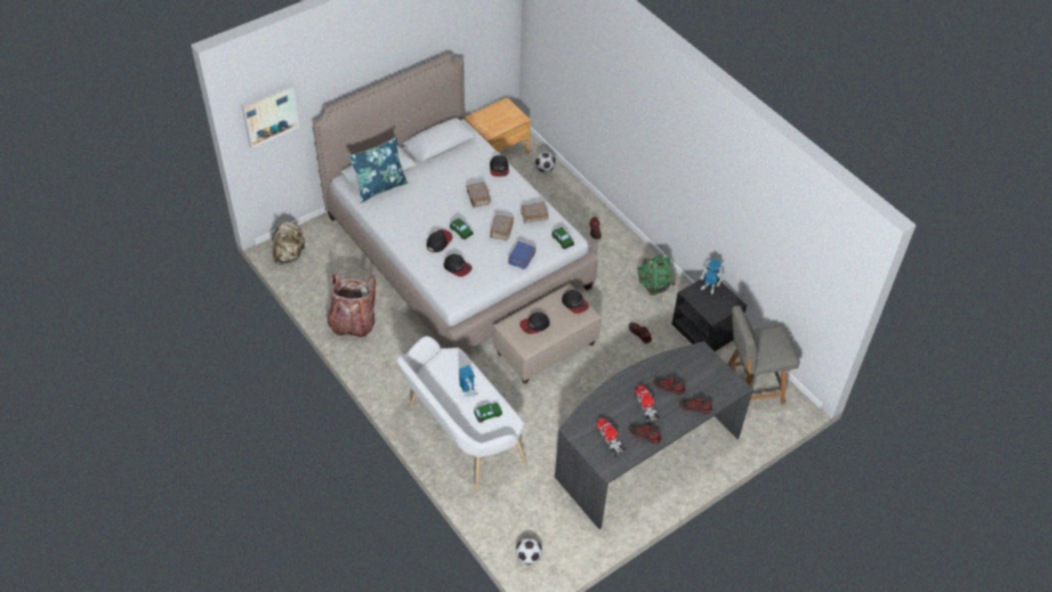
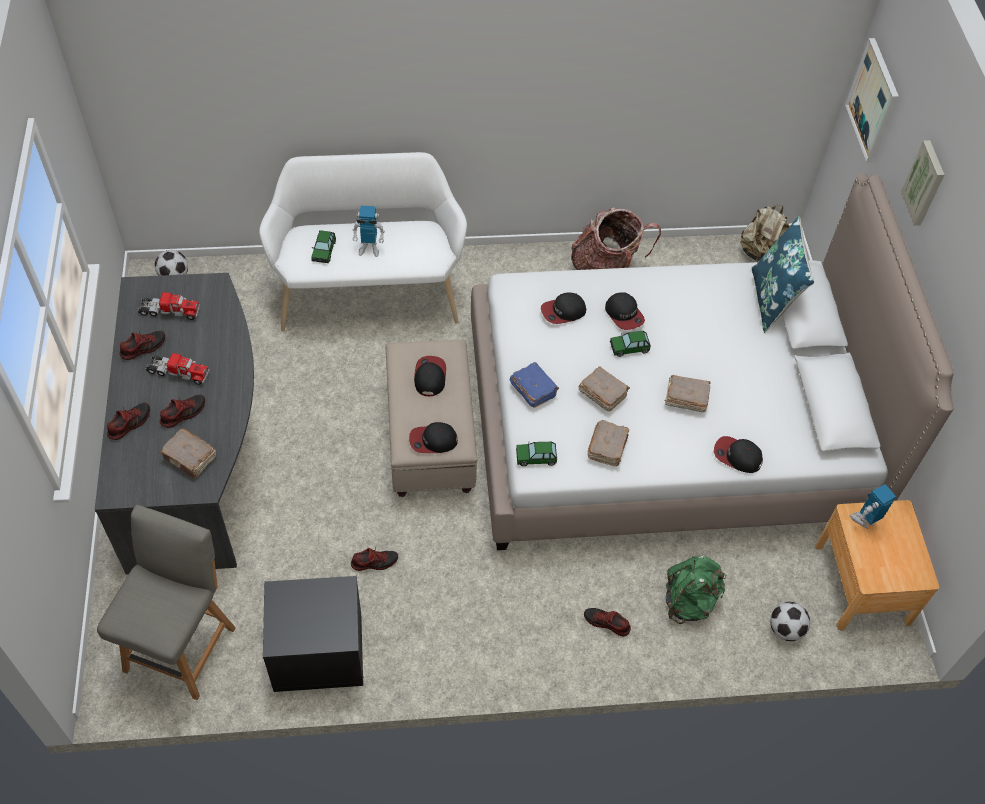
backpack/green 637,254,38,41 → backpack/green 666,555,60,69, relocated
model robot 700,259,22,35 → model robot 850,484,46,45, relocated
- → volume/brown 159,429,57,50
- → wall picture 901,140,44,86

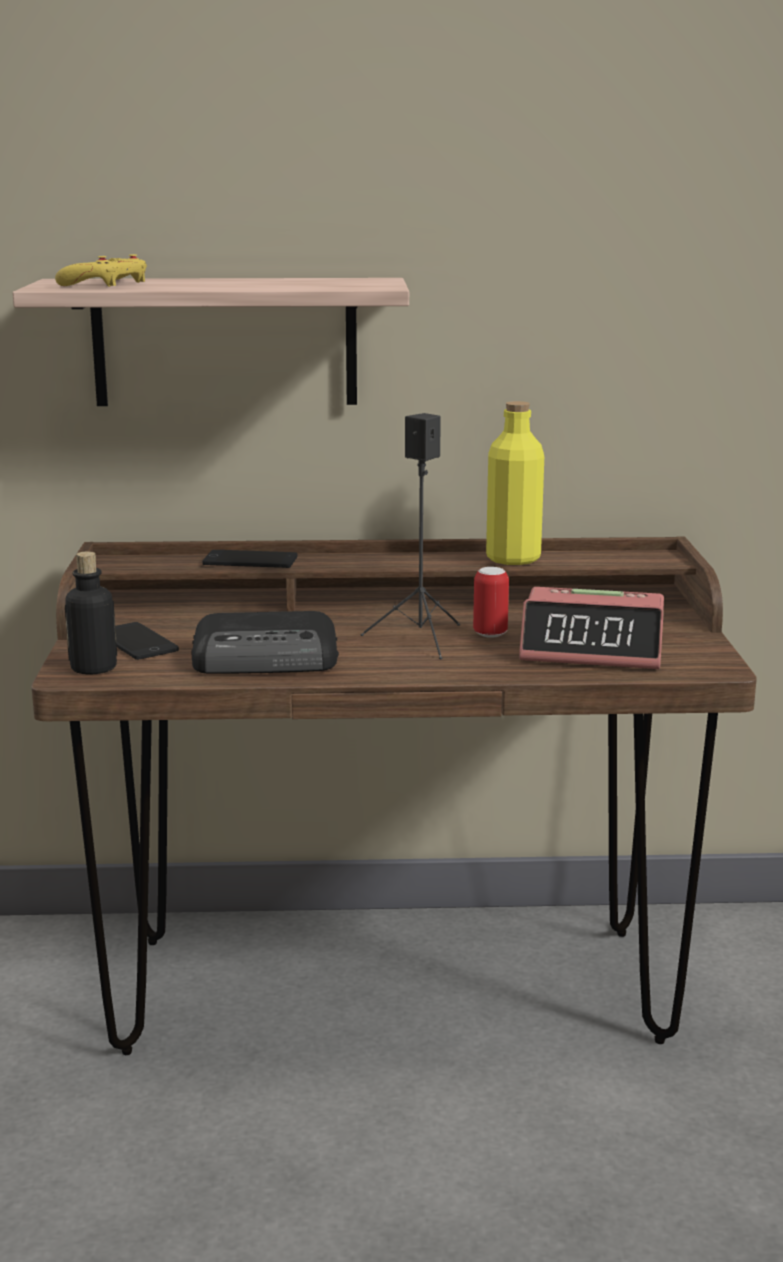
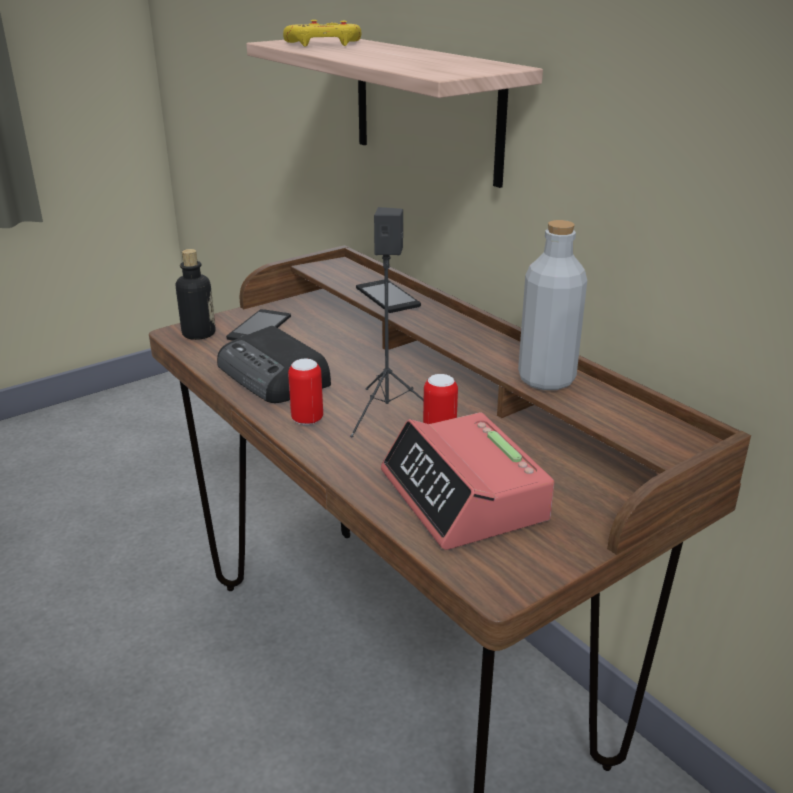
drink bottle/yellow-coloured 486,401,58,164 → drink bottle/greyish 518,220,69,170
- → can 288,359,35,66

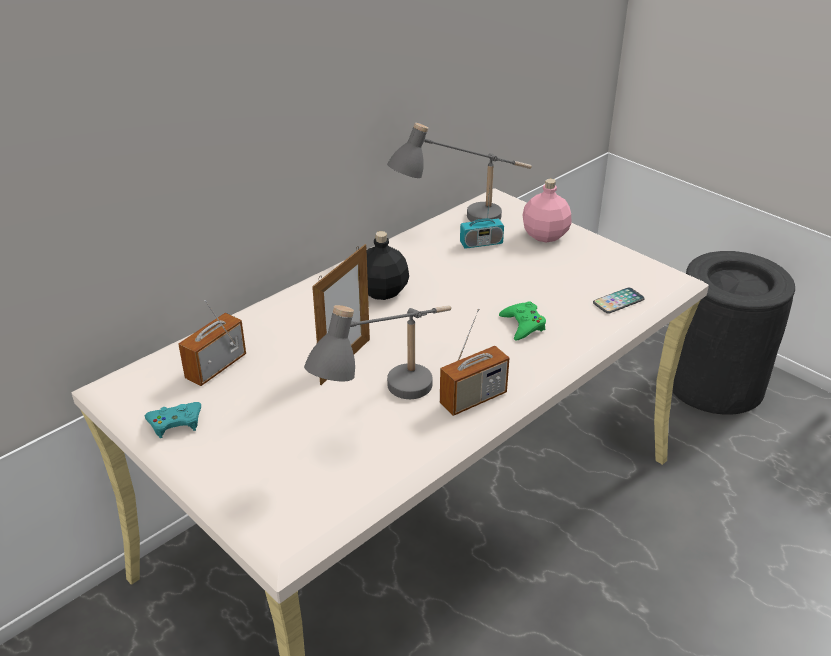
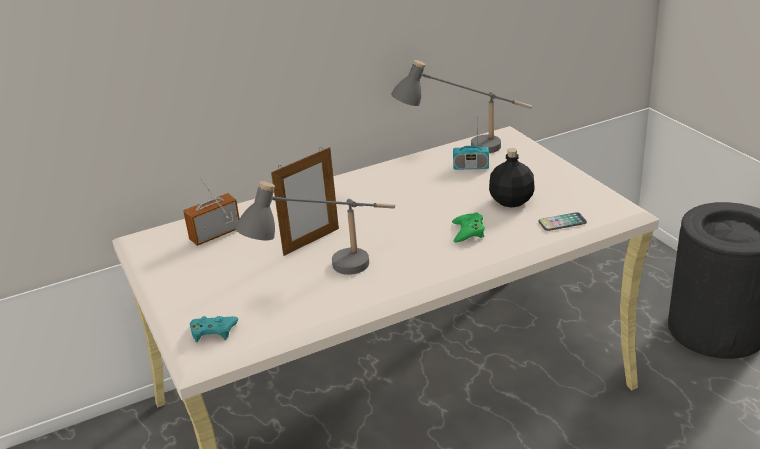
game controller/turquoise 145,402,56,36 → game controller/turquoise 190,316,48,26, relocated
drink bottle/black 367,231,42,69 → drink bottle/black 489,148,46,60, relocated
radio receiver 440,308,69,108 → -
drink bottle/pink 523,179,48,63 → -

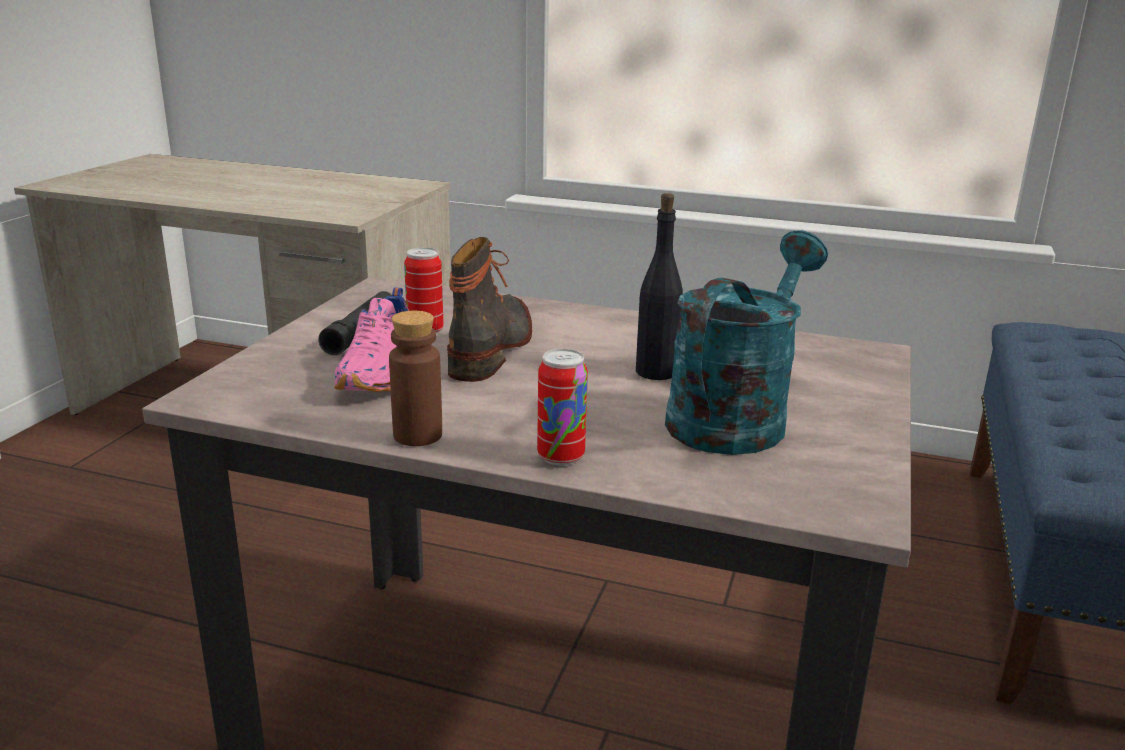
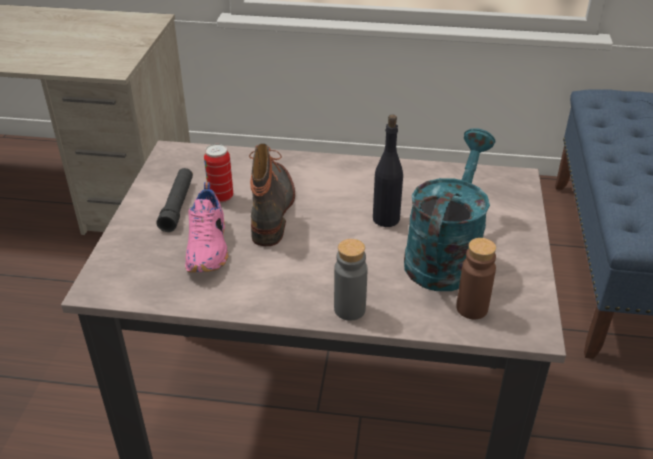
drink bottle/brown 389,311,53,135 → drink bottle/brown 456,238,40,81, relocated
can 537,349,51,117 → drink bottle/greyish 334,239,34,82

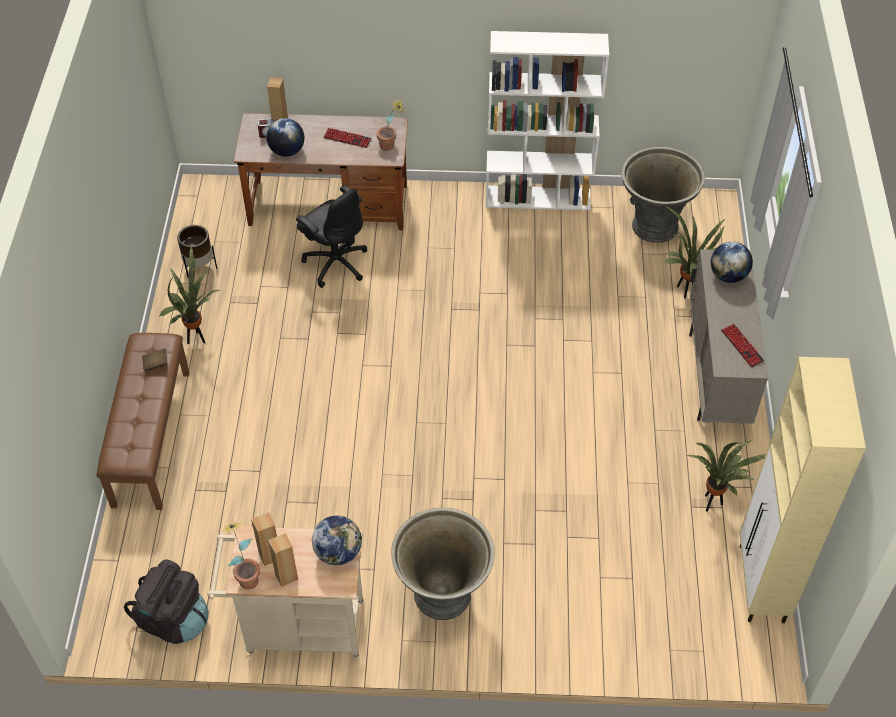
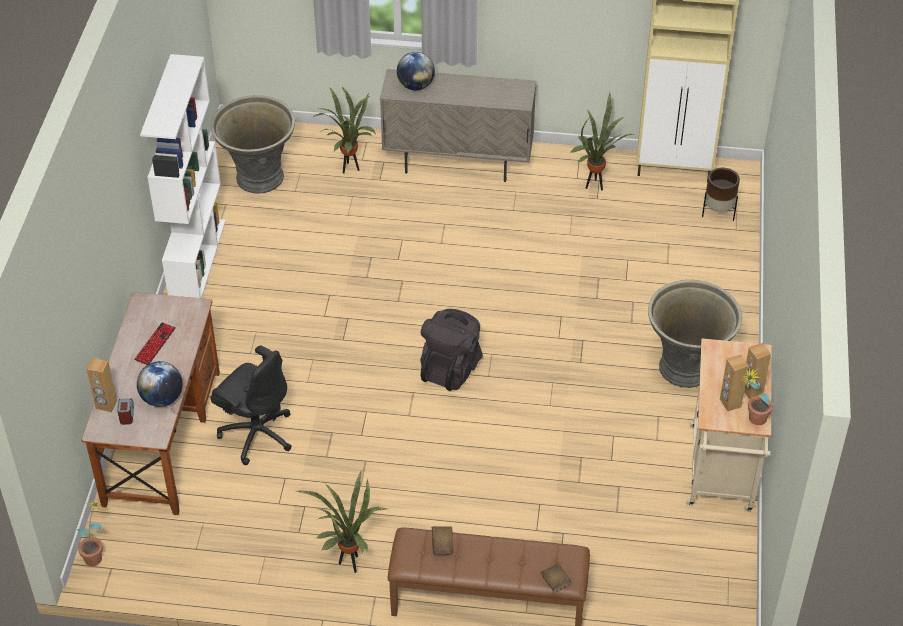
backpack/black 124,560,85,84 → backpack/black 420,309,63,82, relocated
flower pot/brown 177,225,40,52 → flower pot/brown 702,168,38,53, relocated
desk chair/black 296,185,71,103 → desk chair/black 211,345,80,120, 75 degrees clockwise
desk globe 312,516,50,49 → -
potted plant 376,98,31,53 → potted plant 77,501,27,65, relocated
keyboard 721,324,43,44 → -
- → volume/brown 540,564,31,28

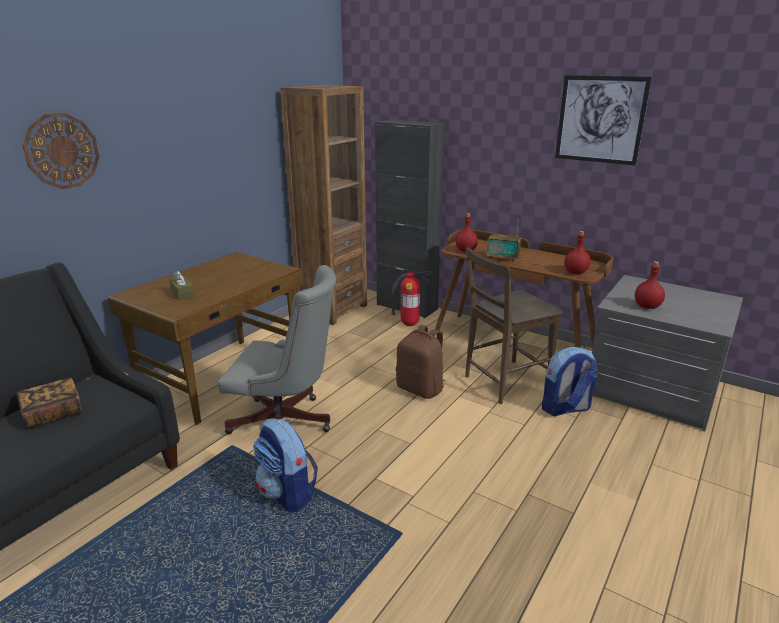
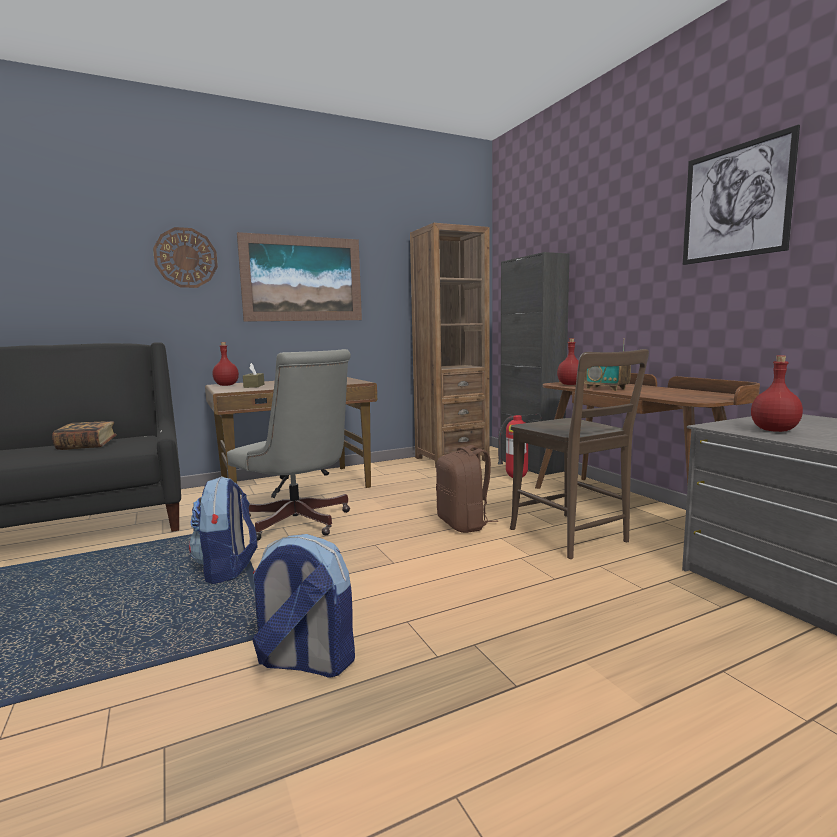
upright chair/brown 465,247,98,157 → upright chair/brown 510,349,139,210, 120 degrees counterclockwise
backpack 542,347,56,69 → backpack 252,534,103,144, relocated
drink bottle/reddish 564,231,26,43 → drink bottle/reddish 212,342,27,44, relocated
- → wall picture 237,232,125,90

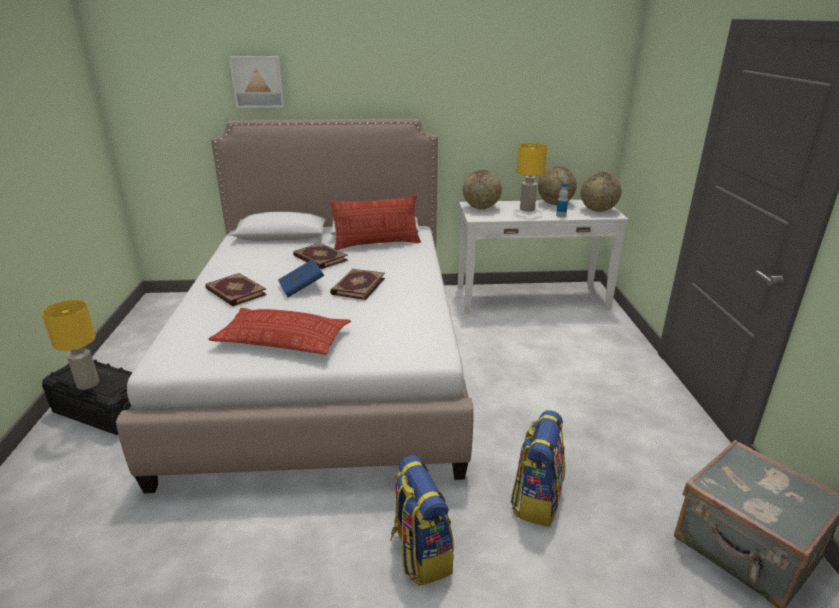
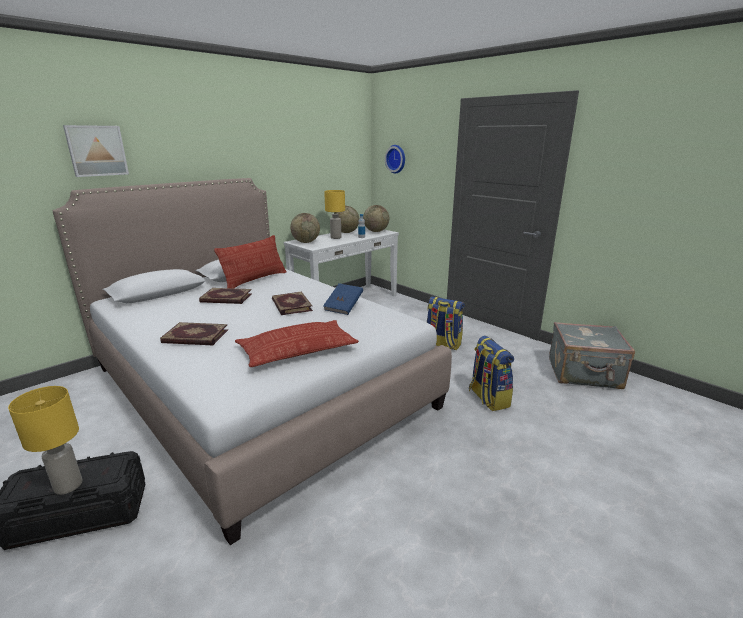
volume/bluish 278,259,46,38 → volume/bluish 323,283,40,32, relocated
backpack 390,455,64,131 → backpack 427,296,37,54, relocated
- → wall clock 385,145,20,28

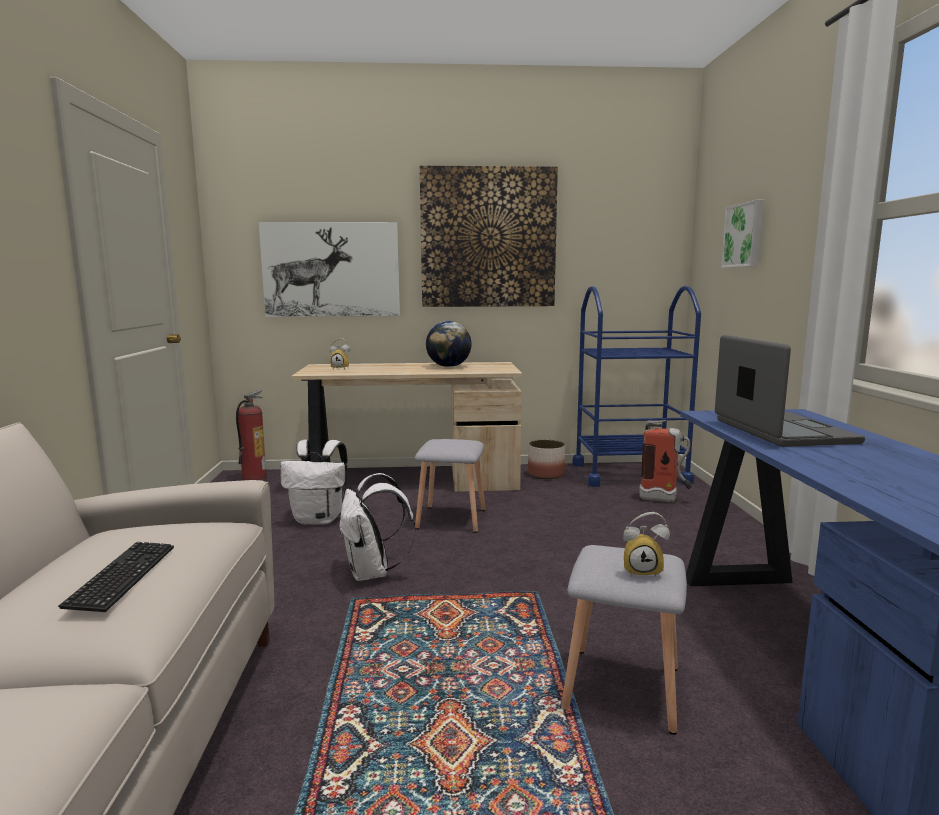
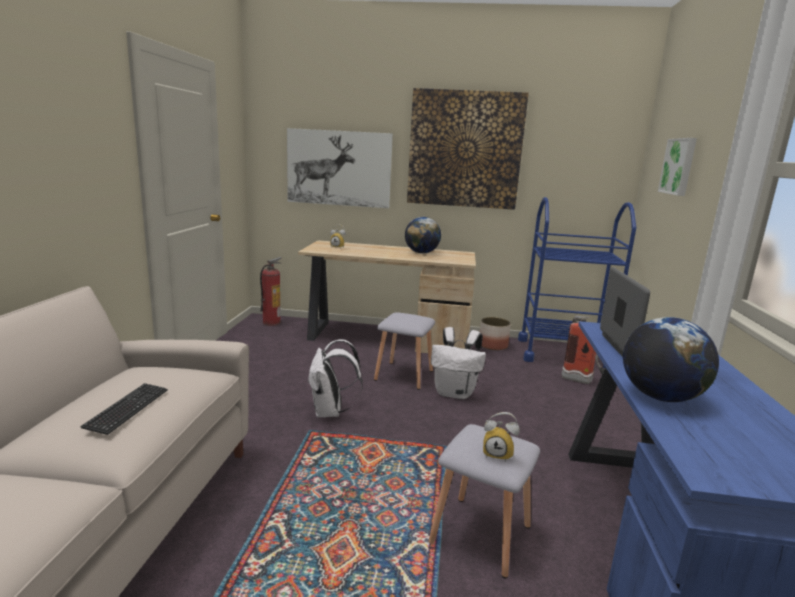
backpack/white-coloured 280,440,68,85 → backpack/white-coloured 431,327,55,72, relocated
- → desk globe 623,317,96,85

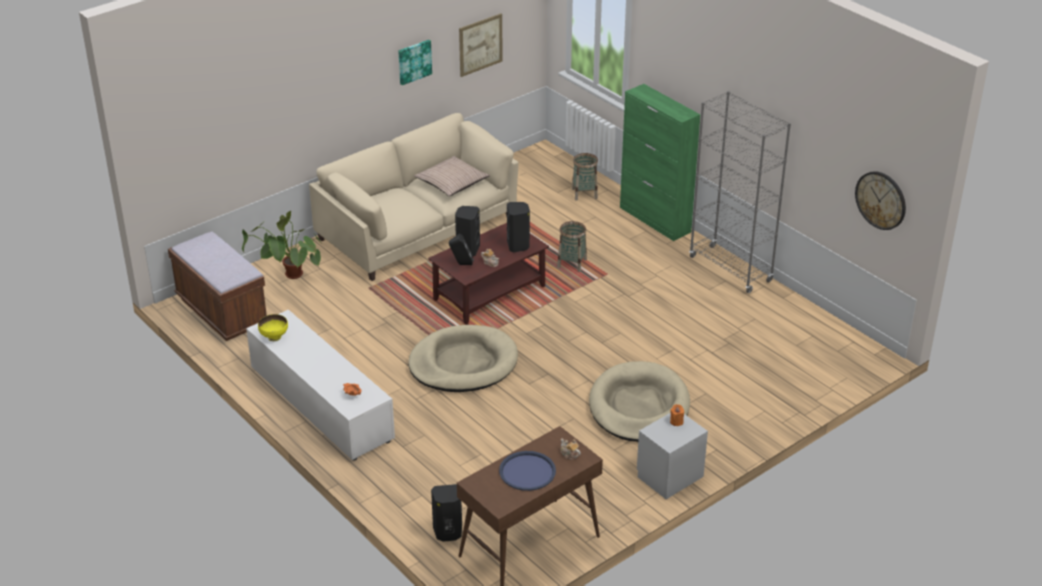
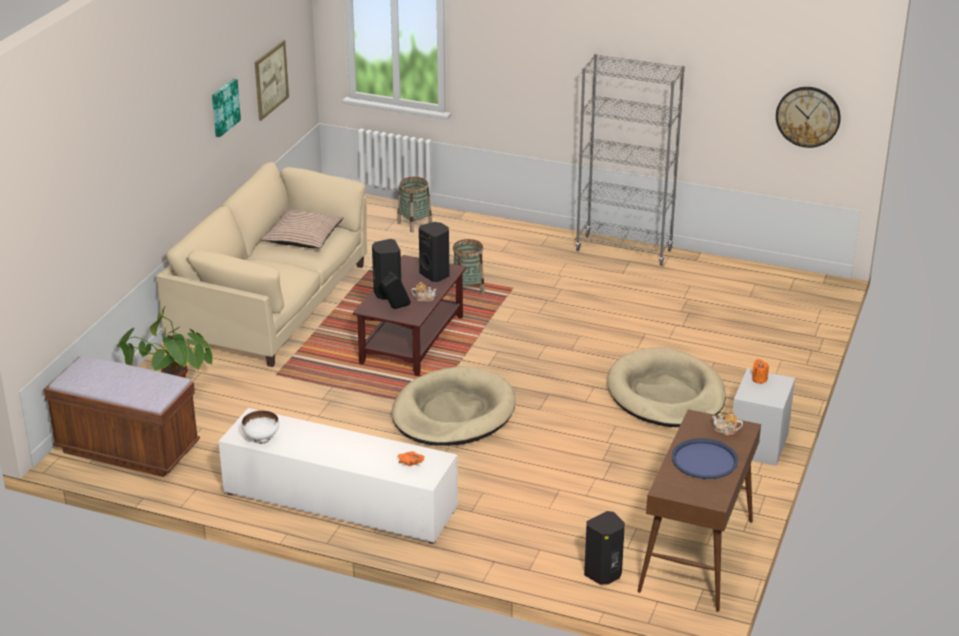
serving bowl/yellow-coloured 258,314,30,27 → serving bowl/white-coloured 241,410,38,34
storage cabinet/green 620,84,81,157 → -

